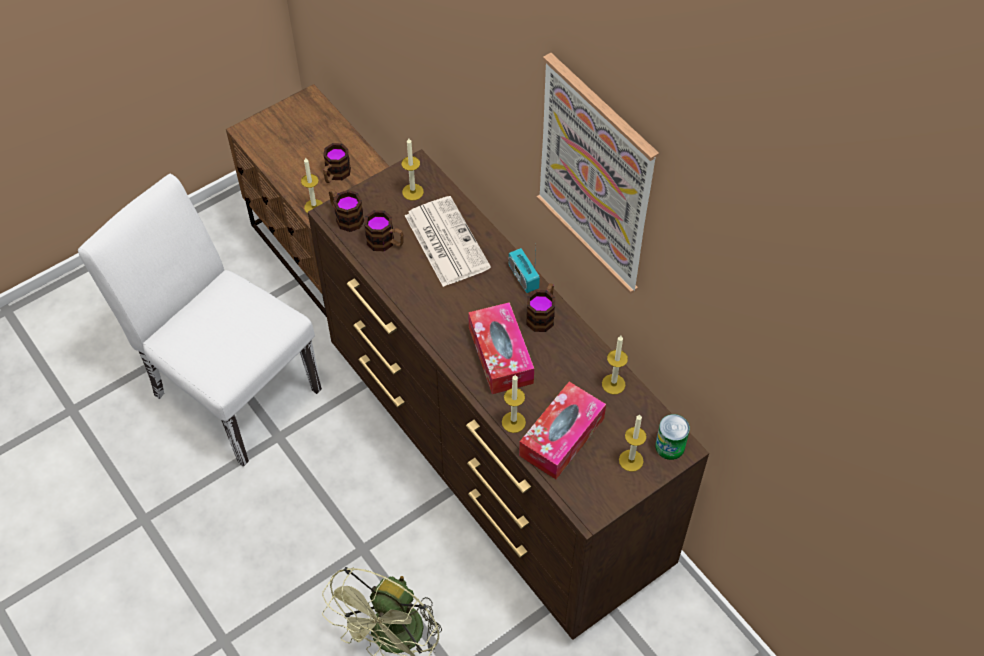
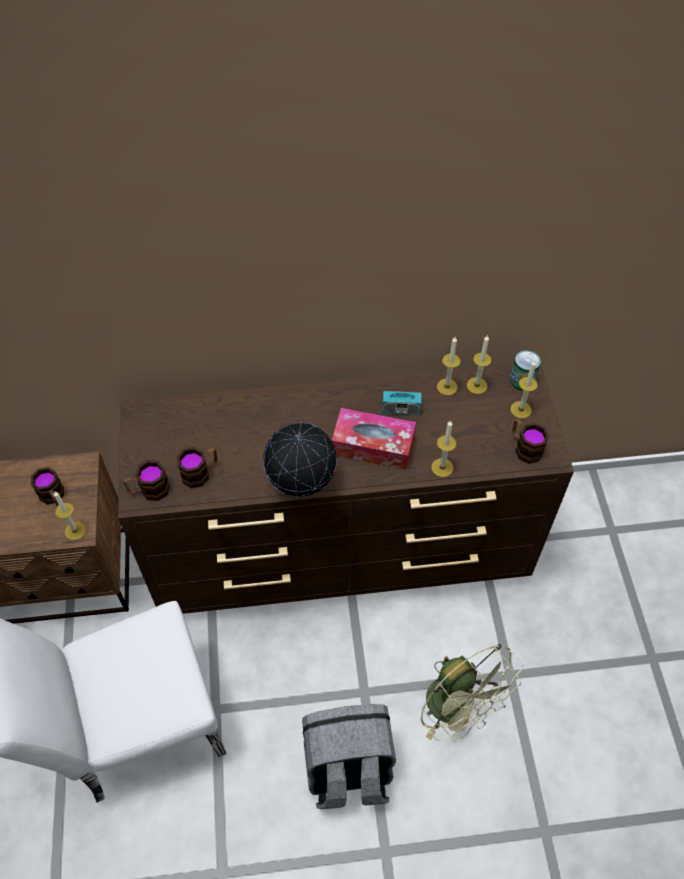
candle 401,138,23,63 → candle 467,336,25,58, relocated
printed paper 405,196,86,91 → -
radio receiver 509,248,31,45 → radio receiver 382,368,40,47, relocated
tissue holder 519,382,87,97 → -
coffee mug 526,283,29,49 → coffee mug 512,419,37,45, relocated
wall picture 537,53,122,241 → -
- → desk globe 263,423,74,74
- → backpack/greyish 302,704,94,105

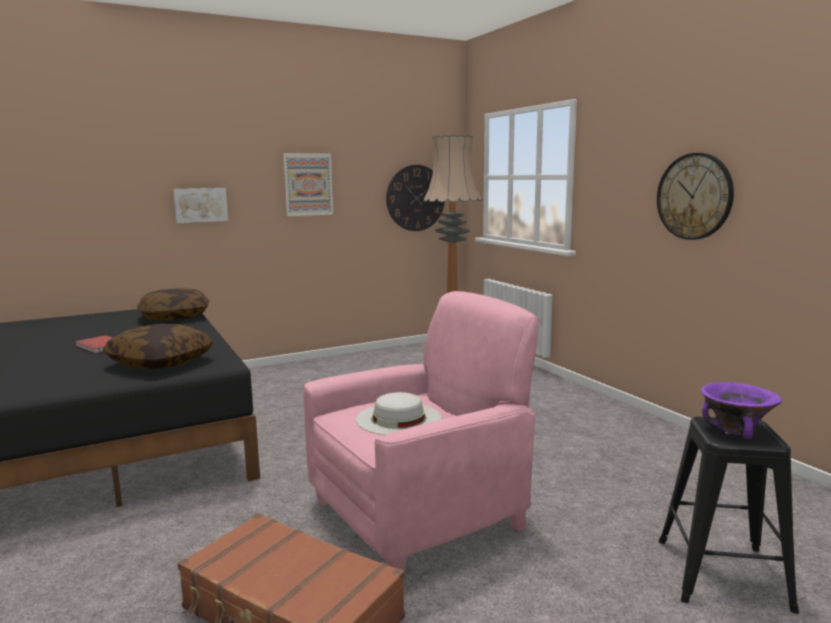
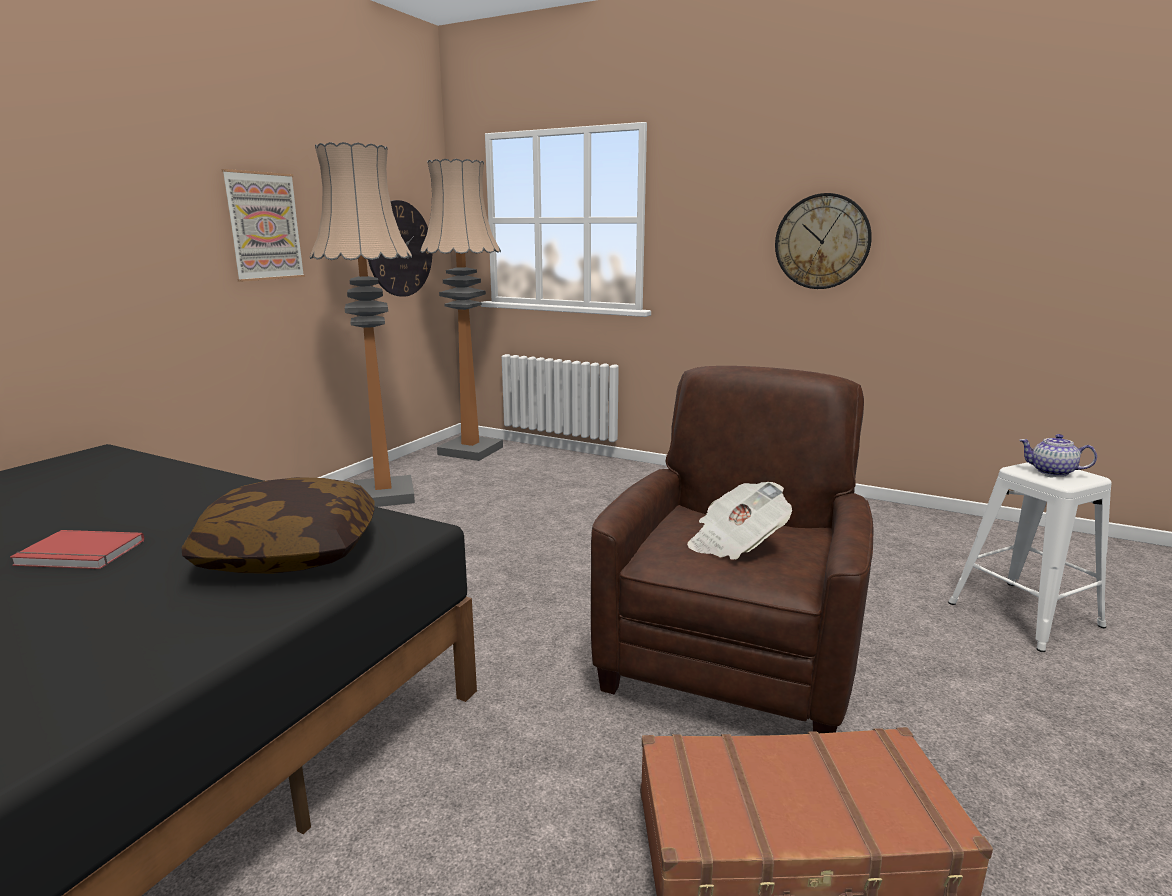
pillow 137,288,72,32 → -
wall picture 173,188,55,35 → -
easy chair/pink 303,291,236,289 → easy chair/brown 591,366,283,367
clothing hat/white-coloured 356,392,85,43 → printed paper 687,482,105,78
stool/black 658,417,141,197 → stool/white-coloured 948,462,164,190
serving bowl/purple-coloured 701,382,81,57 → tea pot 1019,434,78,43
- → floor lamp 310,142,105,365

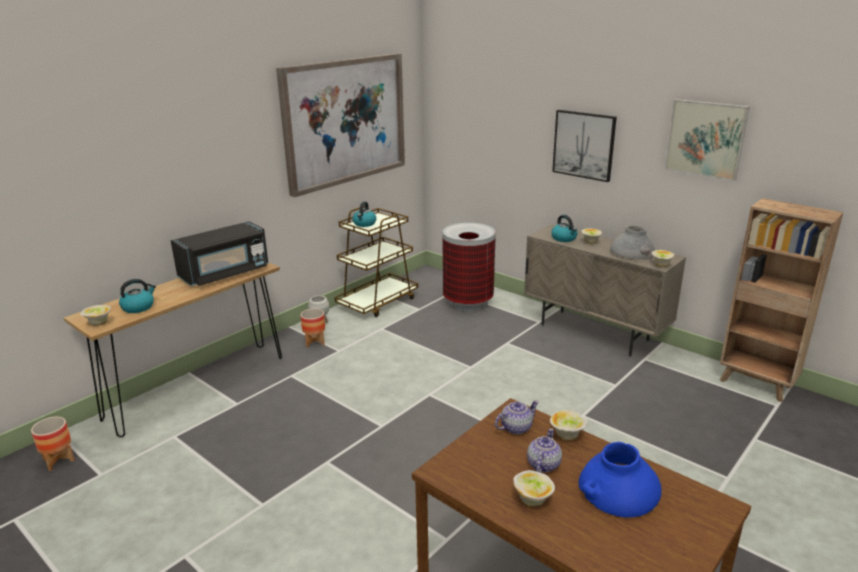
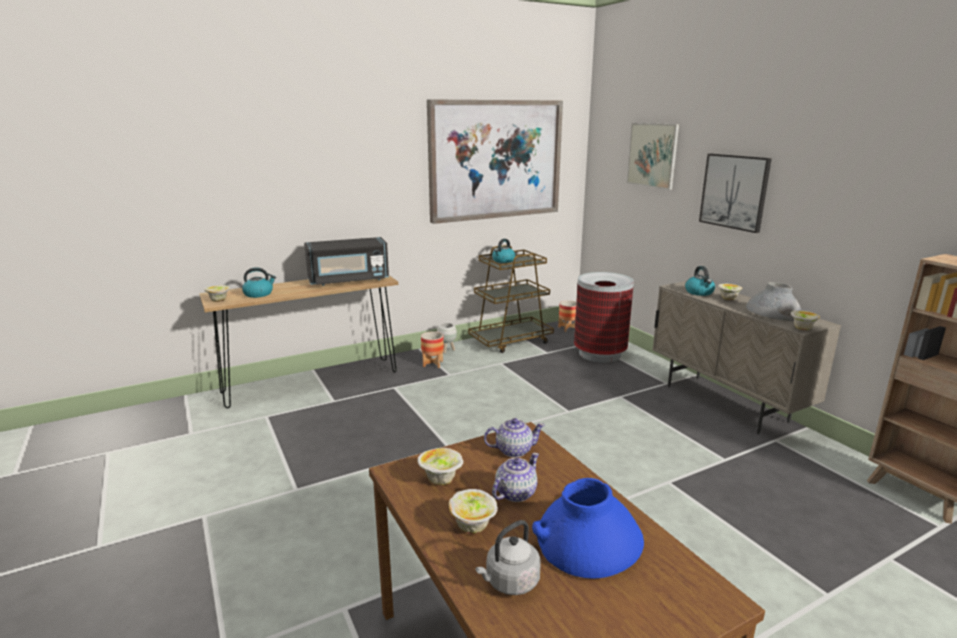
flower pot 31,417,44,54 → flower pot 558,300,18,32, relocated
serving bowl 550,410,37,30 → serving bowl 417,448,46,37, relocated
wall picture 665,99,85,82 → wall picture 627,123,52,67, relocated
- → kettle/greyish 476,520,65,75

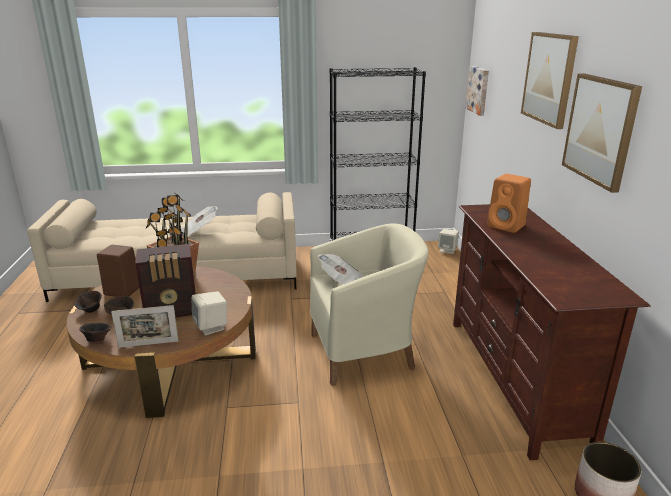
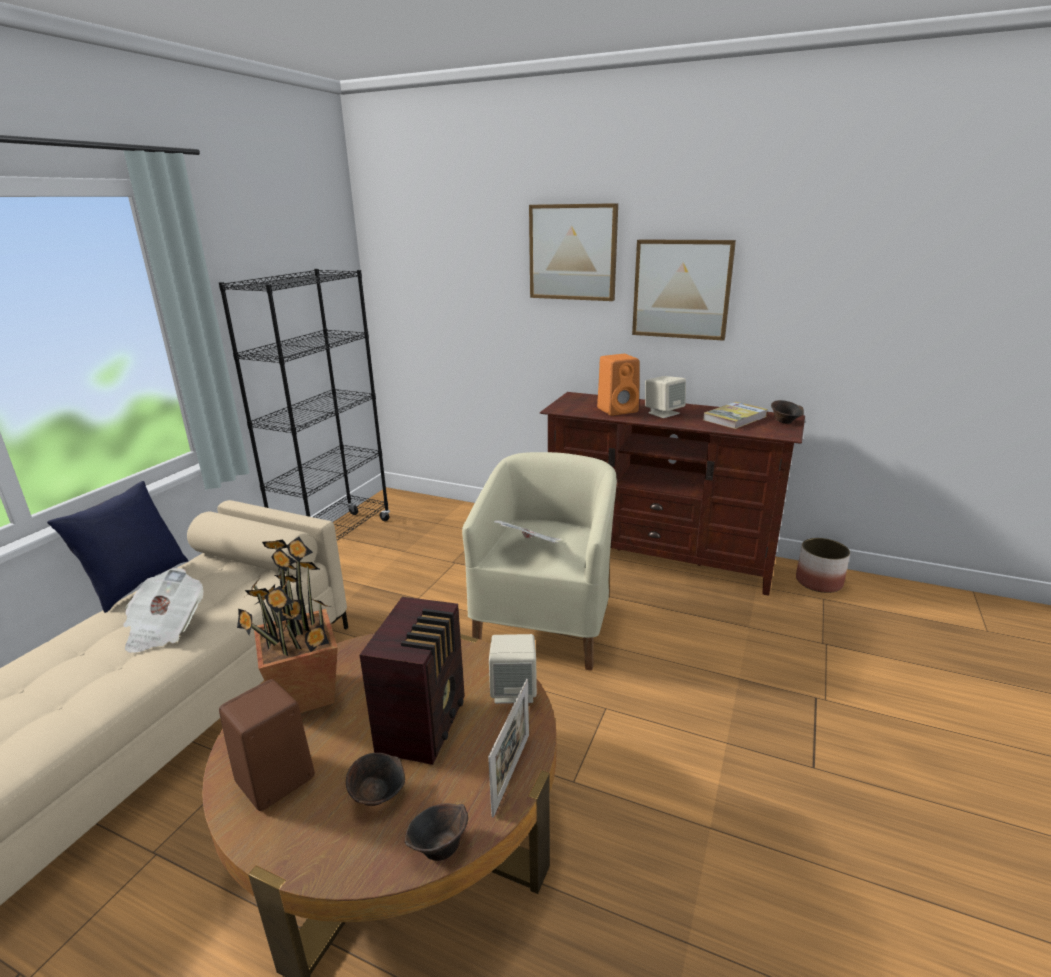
serving bowl/brown 74,291,28,22 → serving bowl/brown 771,400,33,24, relocated
loudspeaker/beige-coloured 438,229,21,25 → loudspeaker/beige-coloured 645,376,41,42, relocated
wall picture 466,66,23,50 → -
- → pillow/bluish 47,481,141,132
- → volume 703,402,65,27

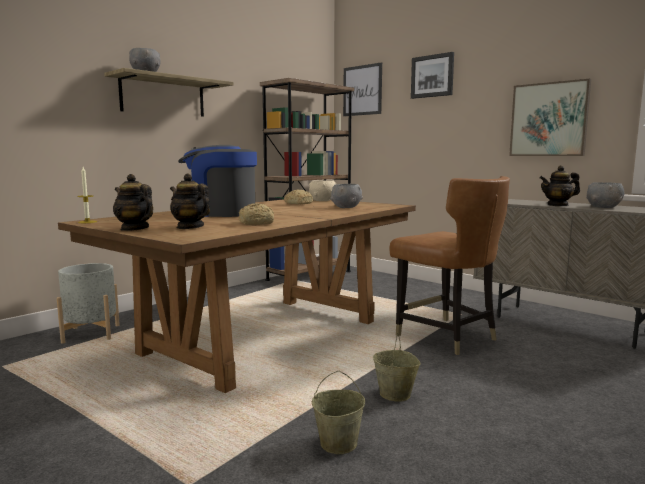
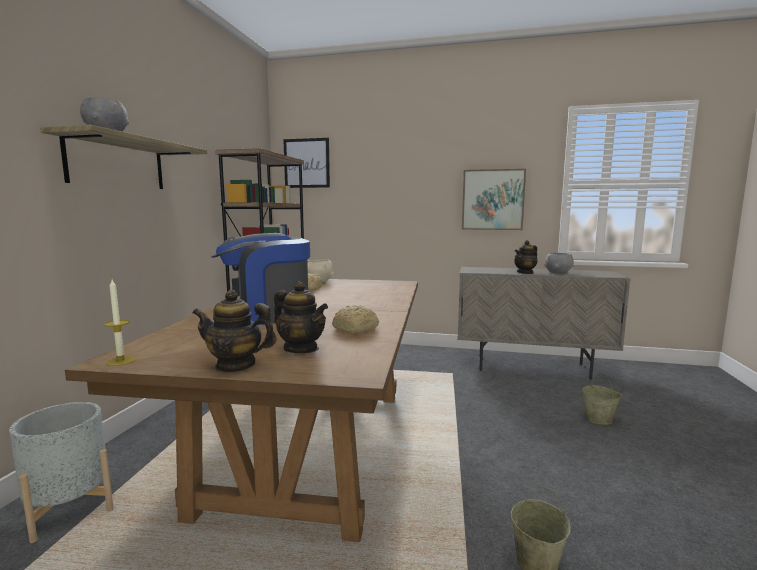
tea pot 170,174,40,55 → tea pot 274,281,54,72, 150 degrees counterclockwise
serving bowl/greyish 330,184,33,24 → -
water bucket/beige-coloured 373,333,48,69 → water bucket/beige-coloured 582,373,40,52, relocated
upright chair/brown 389,176,121,179 → -
wall picture 411,52,43,47 → -

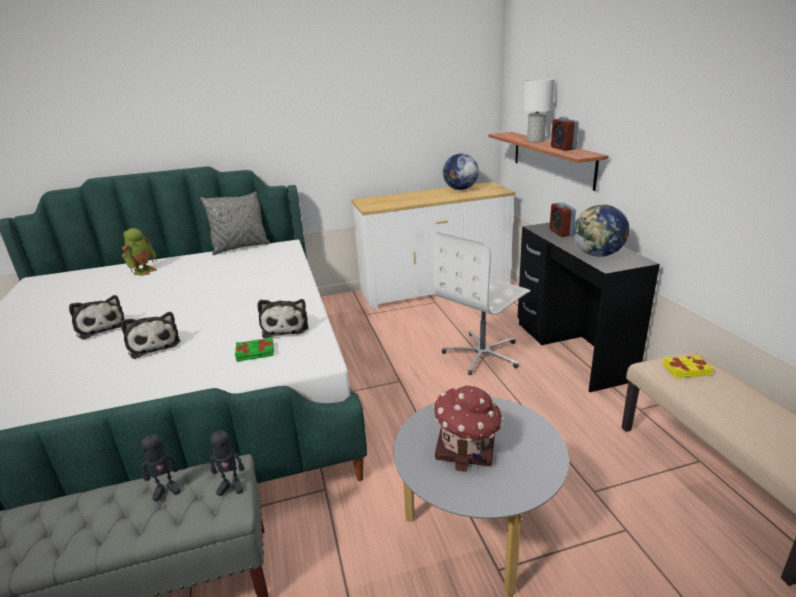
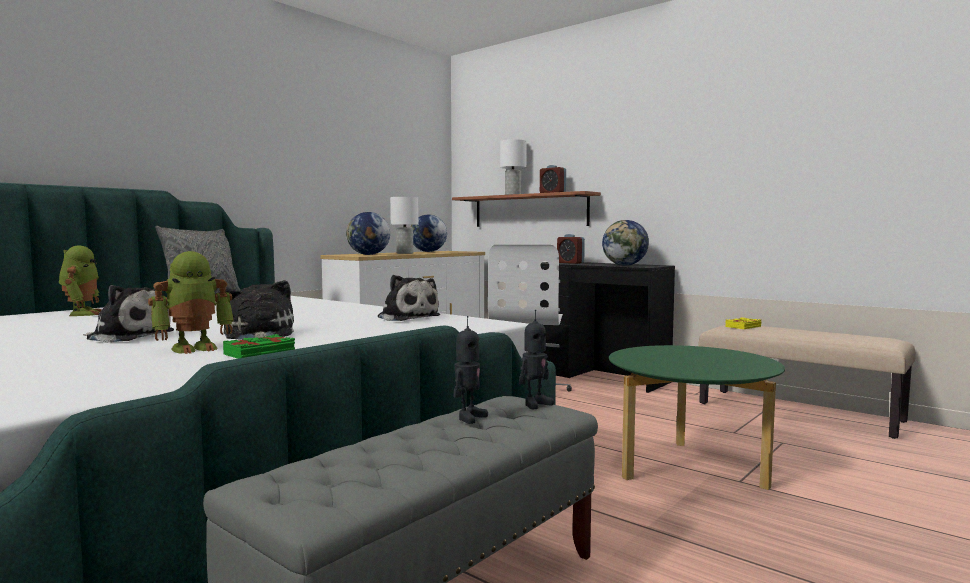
cuddly toy 121,312,59,47 → cuddly toy 224,280,70,60, 135 degrees counterclockwise
volume/green 235,337,39,25 → volume/green 223,334,72,25, relocated
lounge table/greyish 393,397,176,199 → lounge table/green 609,345,176,145
model house 433,385,70,87 → -
- → model robot 148,251,86,103
- → desk globe 346,212,44,43
- → table lamp/white-coloured 390,197,29,57

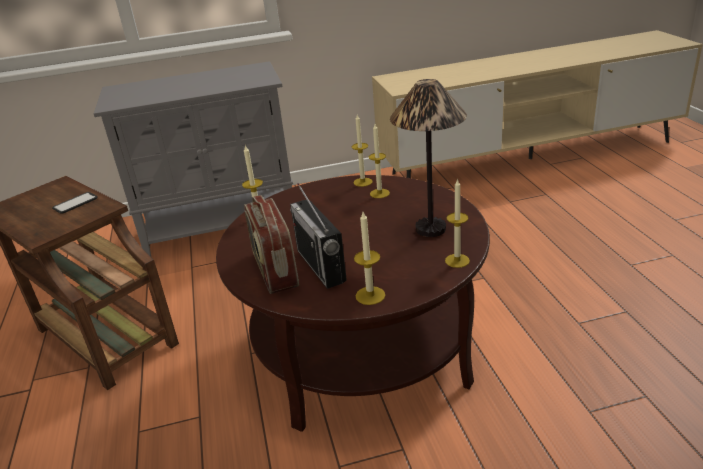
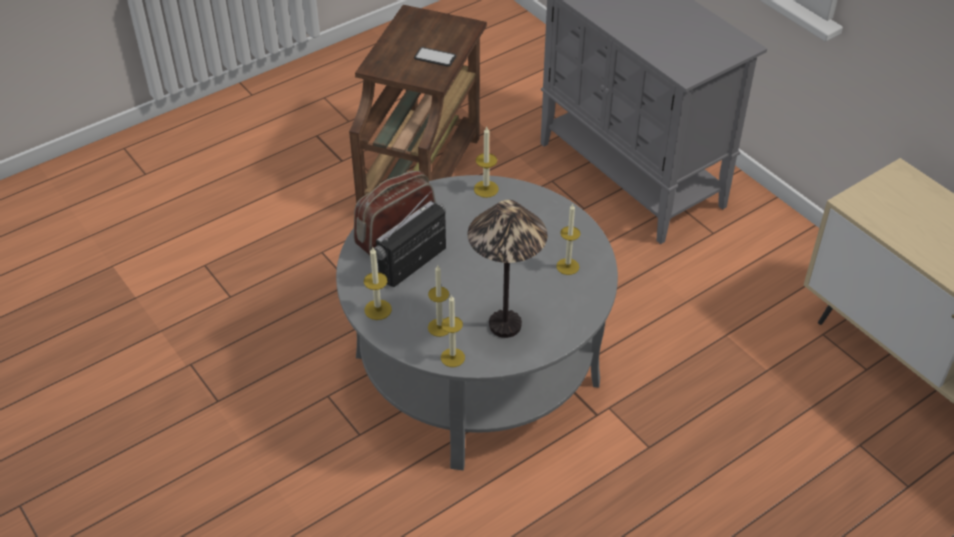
lounge table/brown 216,175,274,257 → lounge table/greyish 336,175,282,295
candle 352,115,21,72 → candle 428,265,21,72, relocated

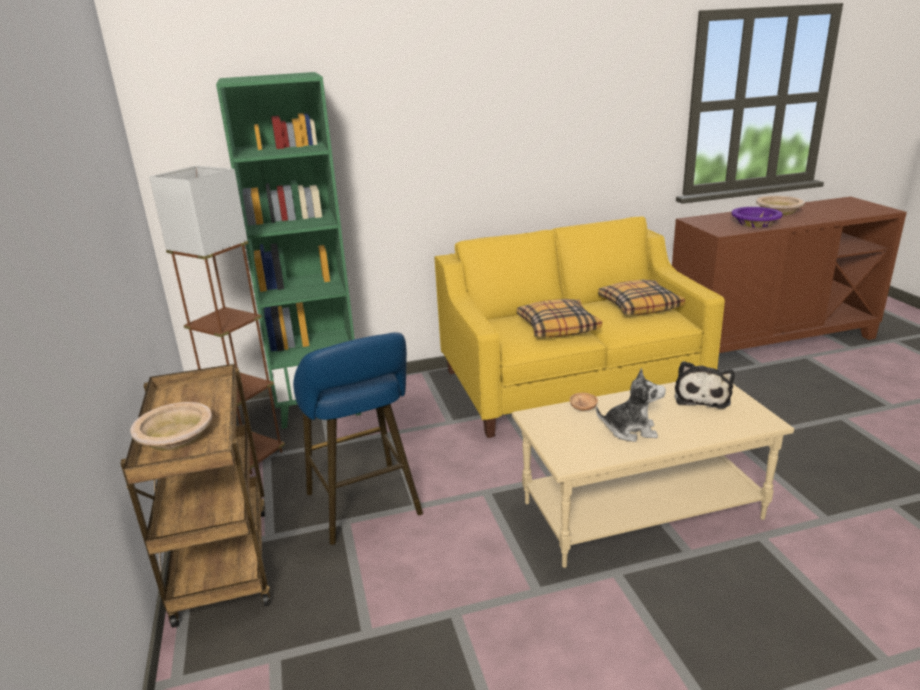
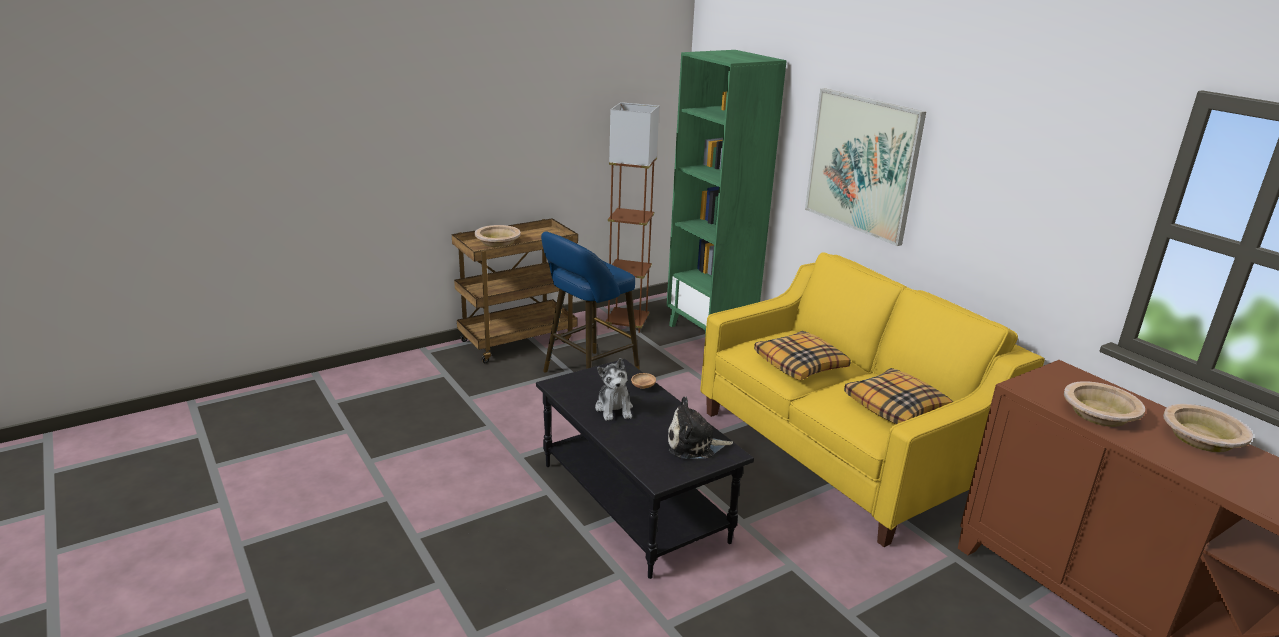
lounge table/beige-coloured 512,382,282,186 → lounge table/black 536,359,218,220
serving bowl/purple-coloured 731,207,52,21 → serving bowl/beige-coloured 1064,381,81,46
- → wall picture 805,88,121,158

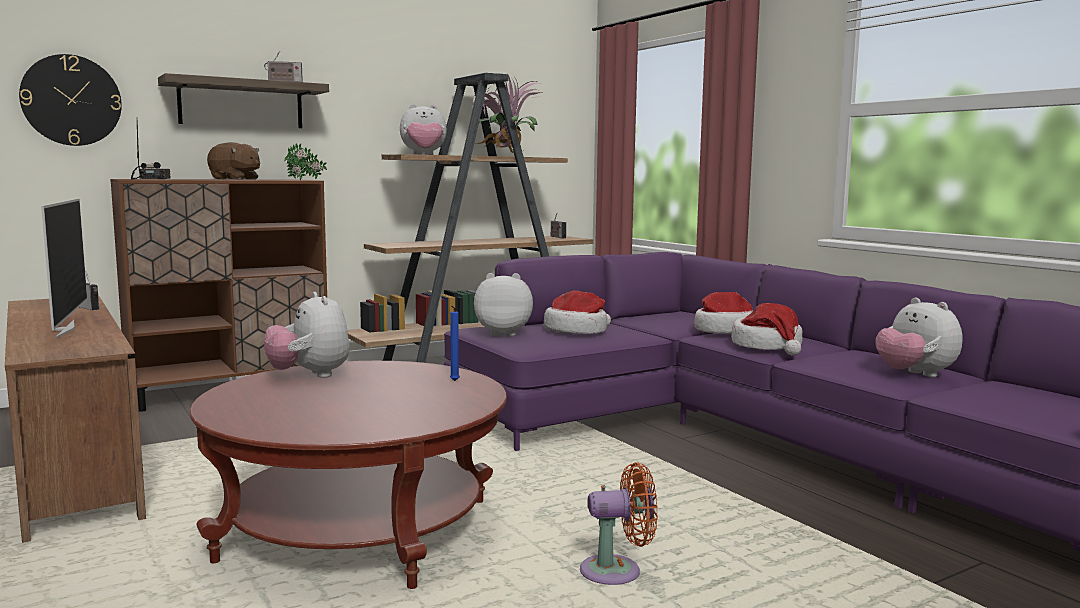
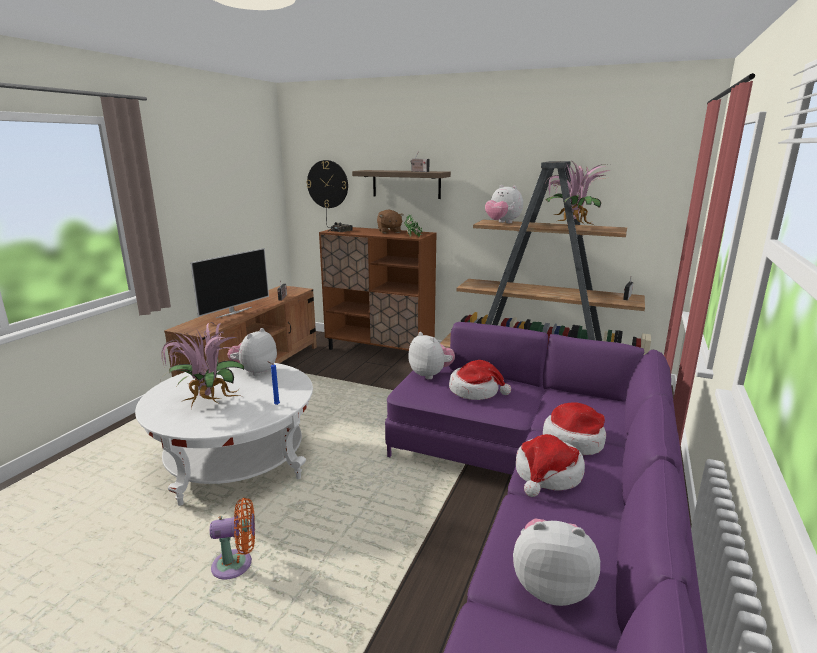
lounge table/reddish 190,361,317,228 → lounge table/white-coloured 135,363,178,143
cooling fan/orange 580,462,78,123 → cooling fan/orange 210,498,45,82, 60 degrees counterclockwise
cuddly toy 875,298,87,79 → cuddly toy 513,519,87,87, 75 degrees clockwise
- → potted plant 160,322,84,87

